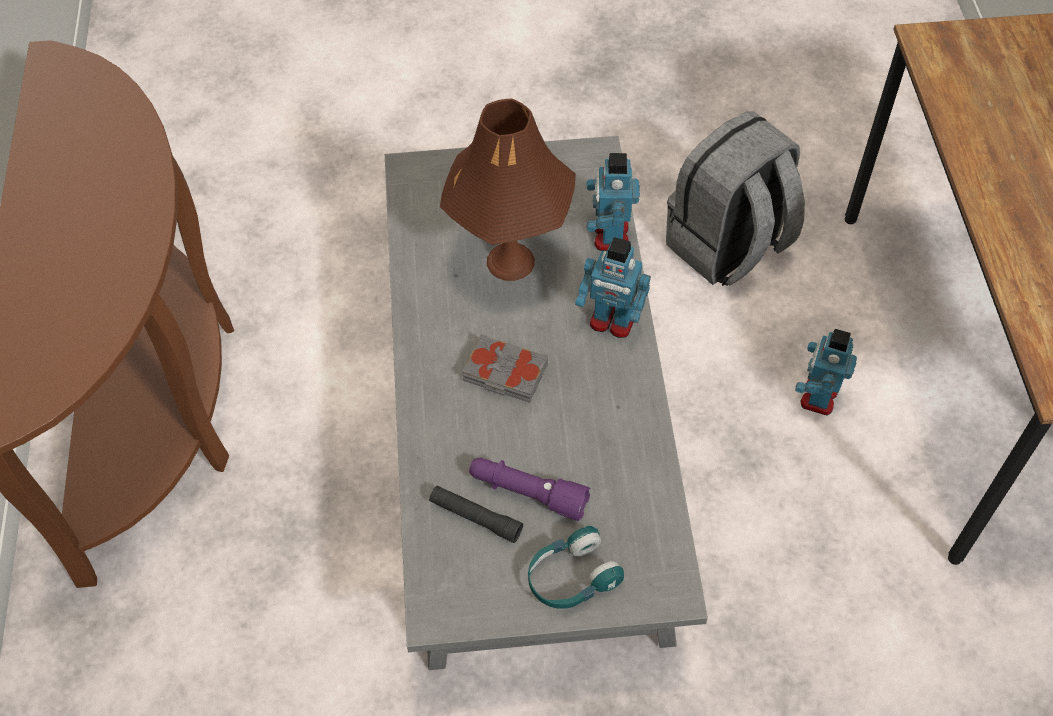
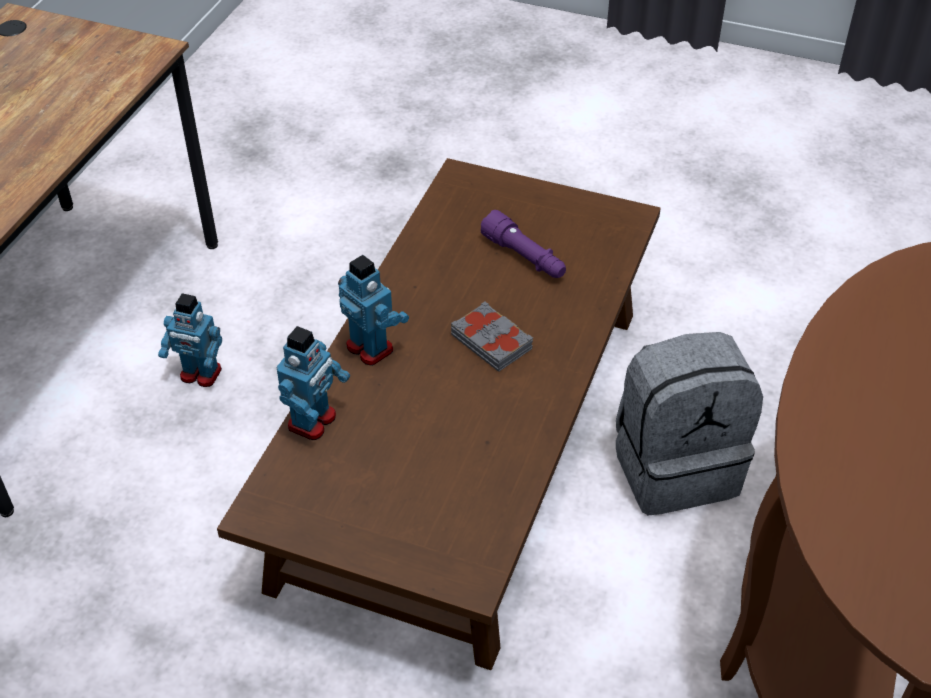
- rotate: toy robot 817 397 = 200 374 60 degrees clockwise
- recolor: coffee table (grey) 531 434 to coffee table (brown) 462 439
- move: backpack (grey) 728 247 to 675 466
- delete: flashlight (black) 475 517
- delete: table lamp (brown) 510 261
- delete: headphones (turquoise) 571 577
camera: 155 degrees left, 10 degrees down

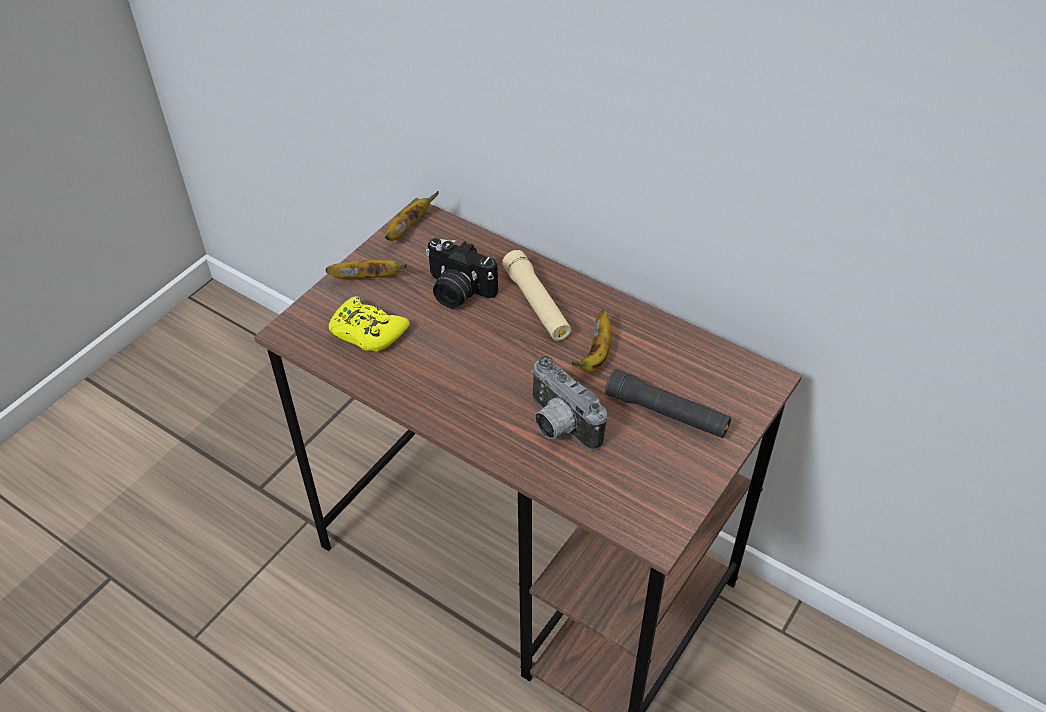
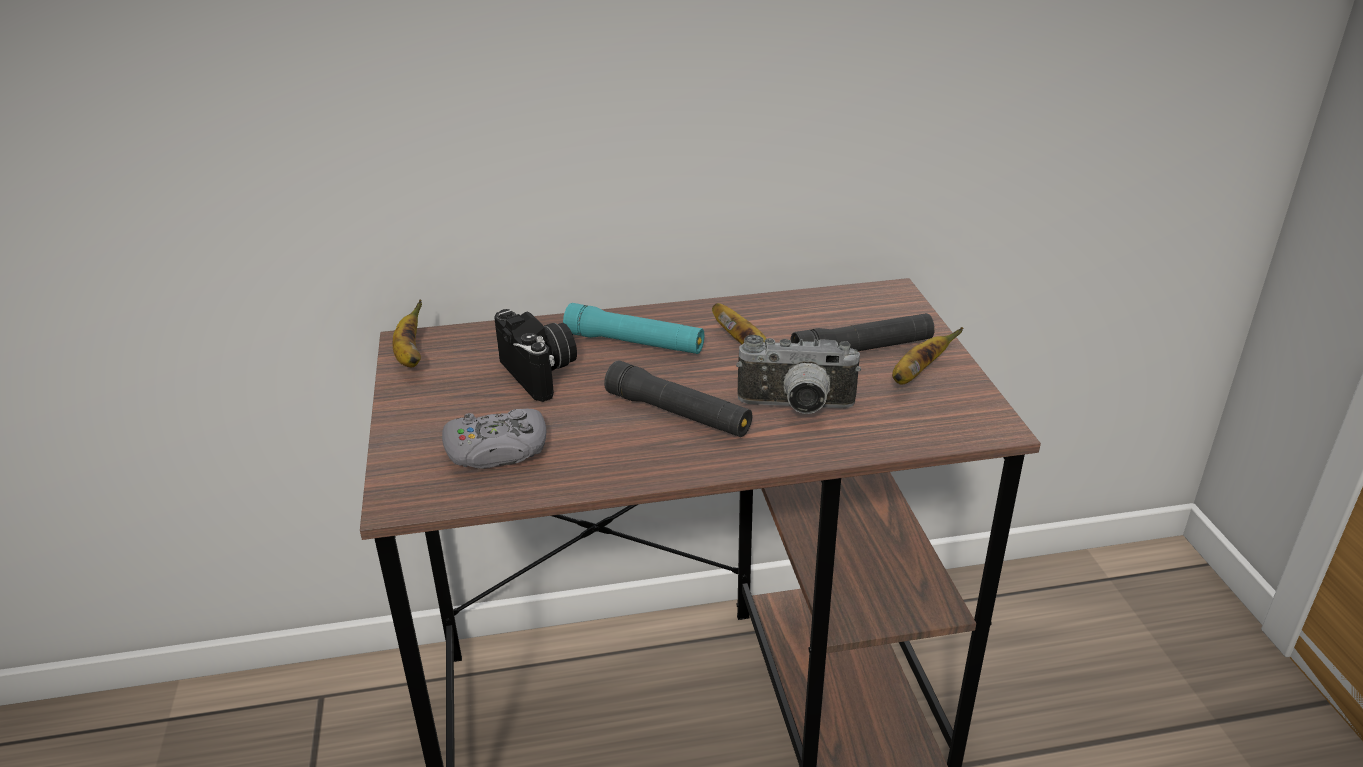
- recolor: game controller (yellow) 367 332 to game controller (grey) 497 450
- rotate: photo camera 457 291 = 542 373 105 degrees counterclockwise
- recolor: flashlight (beige) 537 304 to flashlight (turquoise) 634 343
- insert: flashlight (black) 678 413
- move: banana 368 278 to 916 374
camera: 45 degrees left, 15 degrees down

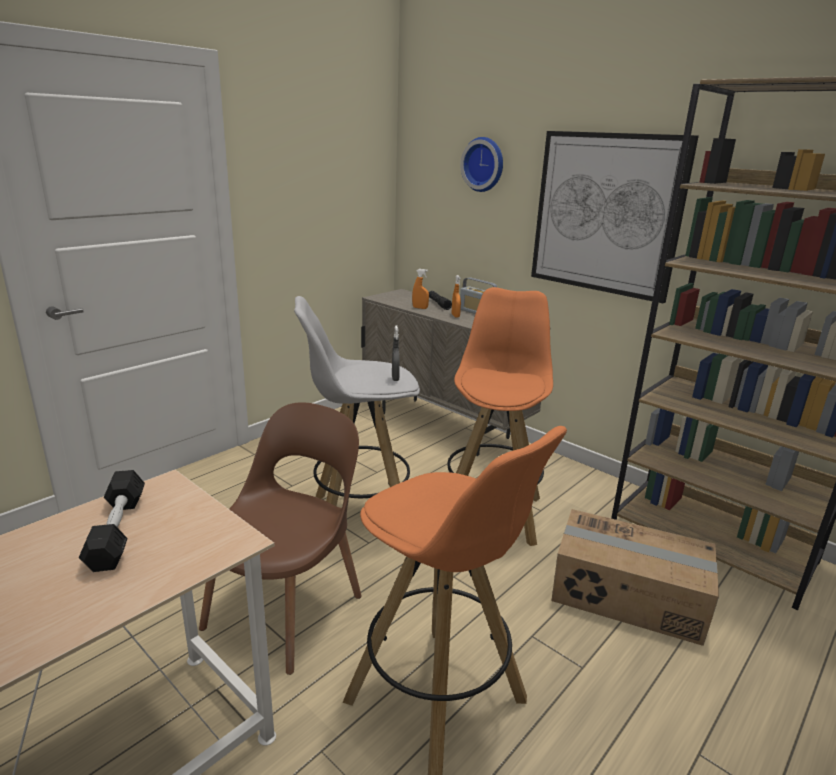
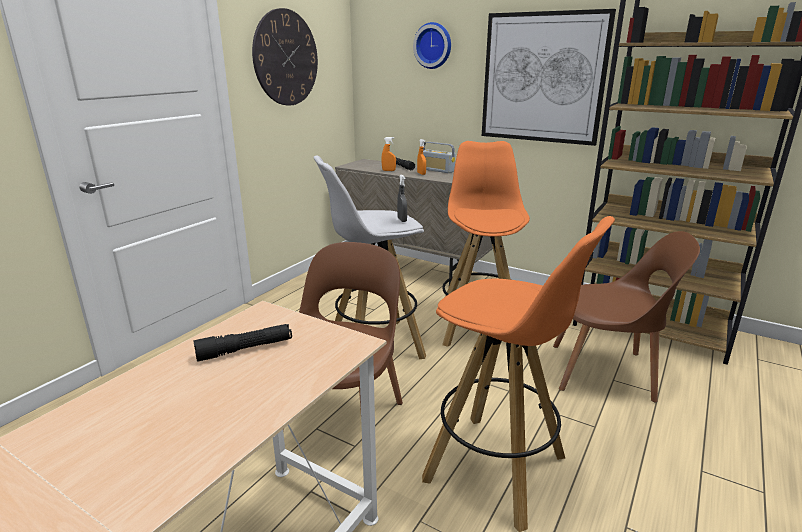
- replace: dumbbell (black) 117 531 to flashlight (black) 245 349
- insert: wall clock 286 58
- replace: cardboard box 628 596 to chair (brown) 606 372
camera: 10 degrees left, 0 degrees up

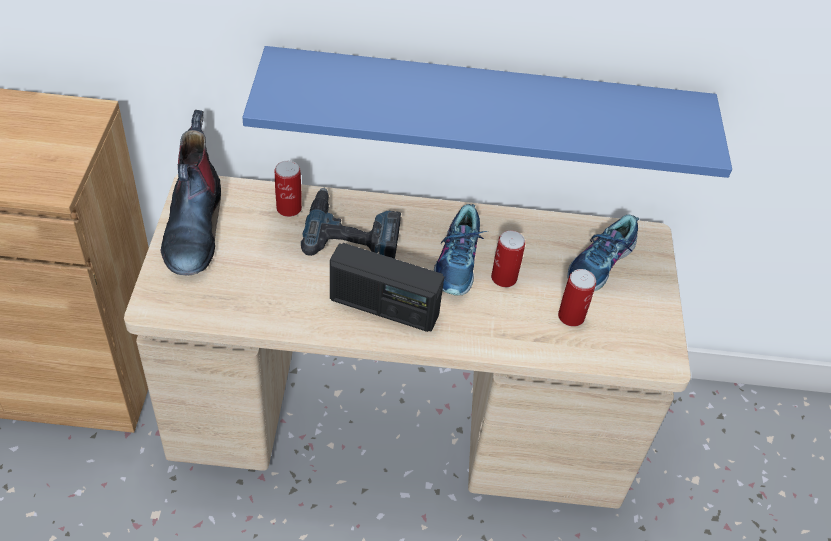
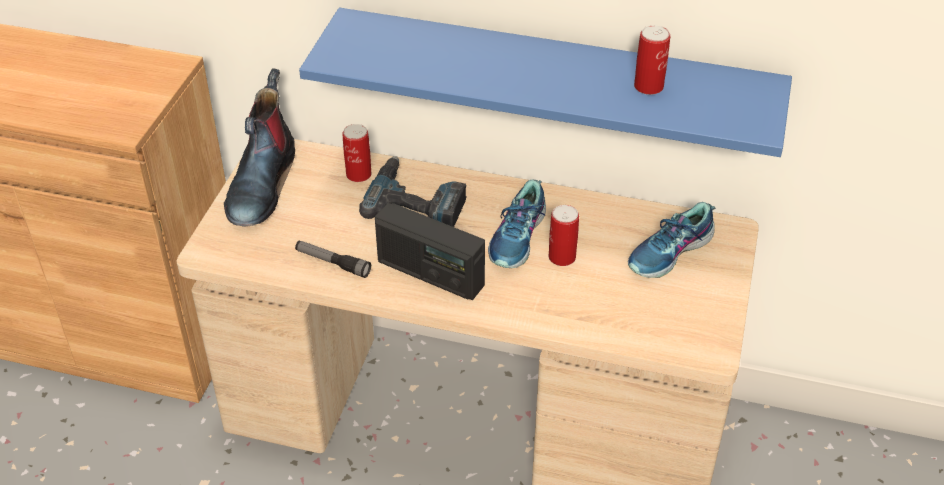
- insert: flashlight 332 263
- move: can 571 316 to 648 86
camera: 15 degrees right, 5 degrees down

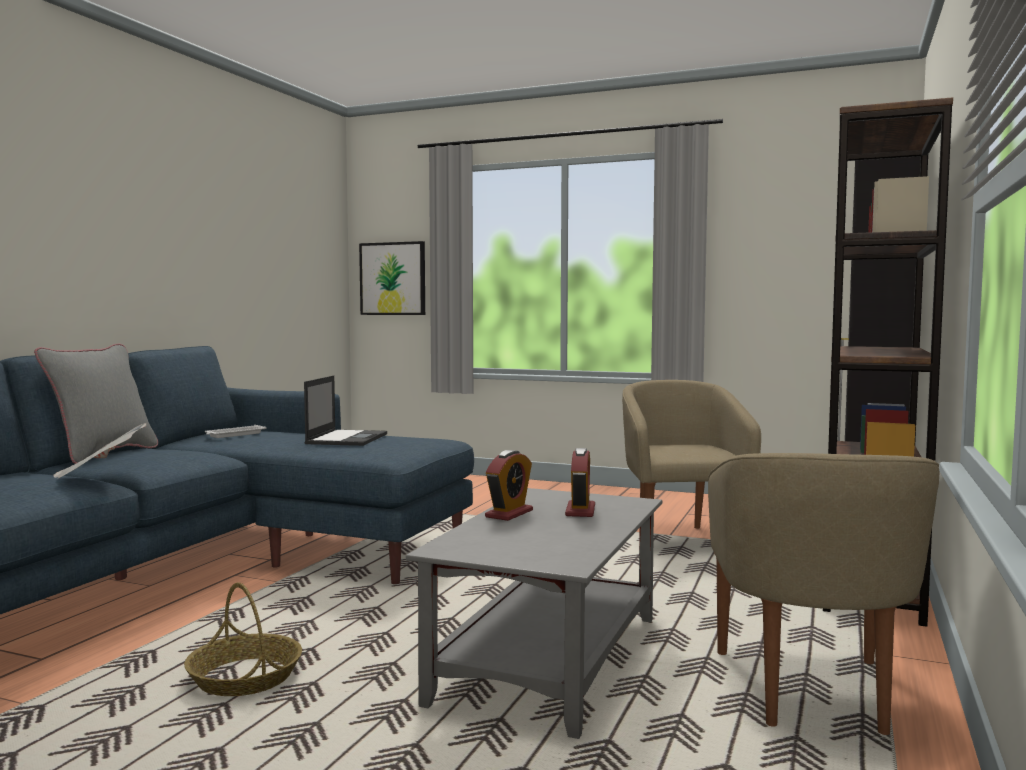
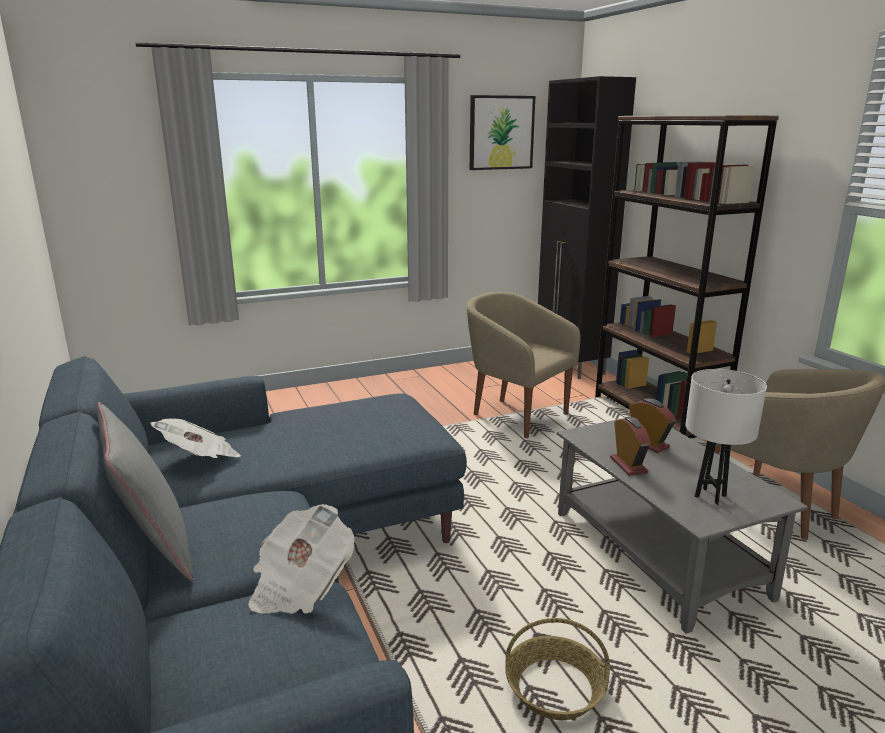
- replace: tray (white) 234 435 to newspaper 200 457
- move: picture 393 278 to 501 132
- insert: table lamp (white) 710 496
- delete: laptop 347 438
camera: 45 degrees left, 15 degrees up

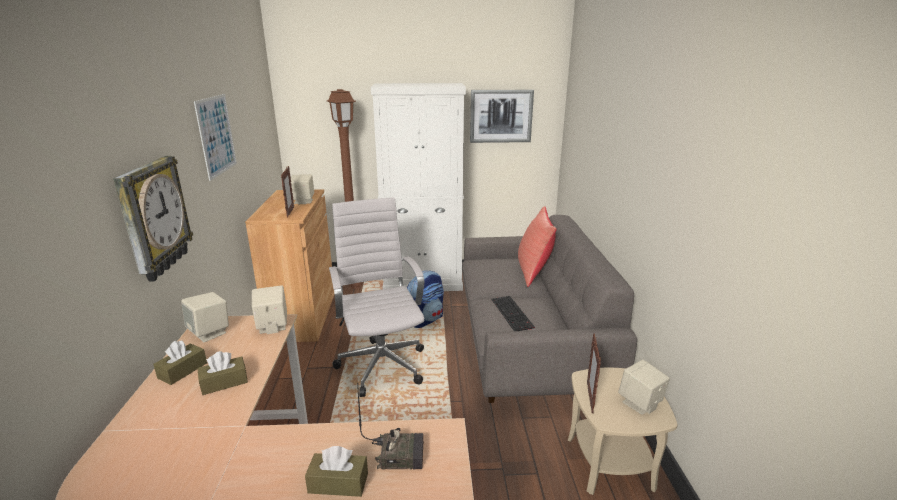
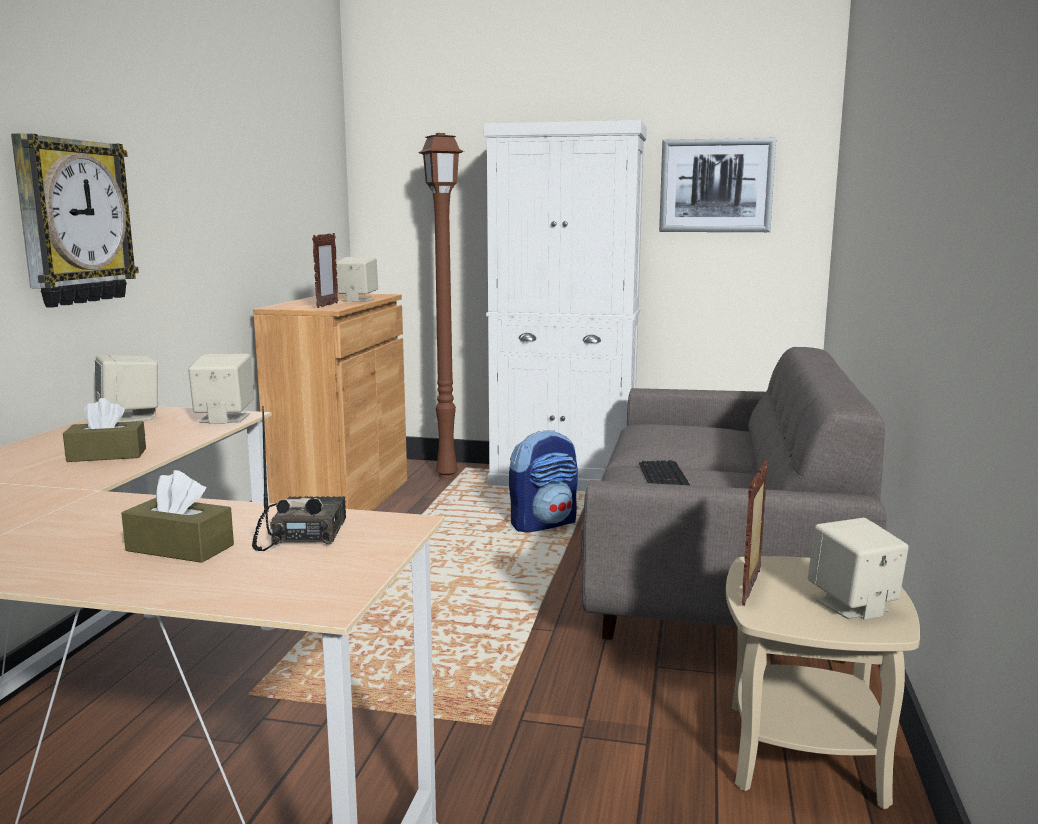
- rotate: radio 399 453 = 301 534 105 degrees counterclockwise
- delete: tissue box (brown) 182 370
- delete: picture 216 135
- delete: office chair (white) 381 363
- delete: pillow (red) 533 271
camera: 15 degrees right, 10 degrees down

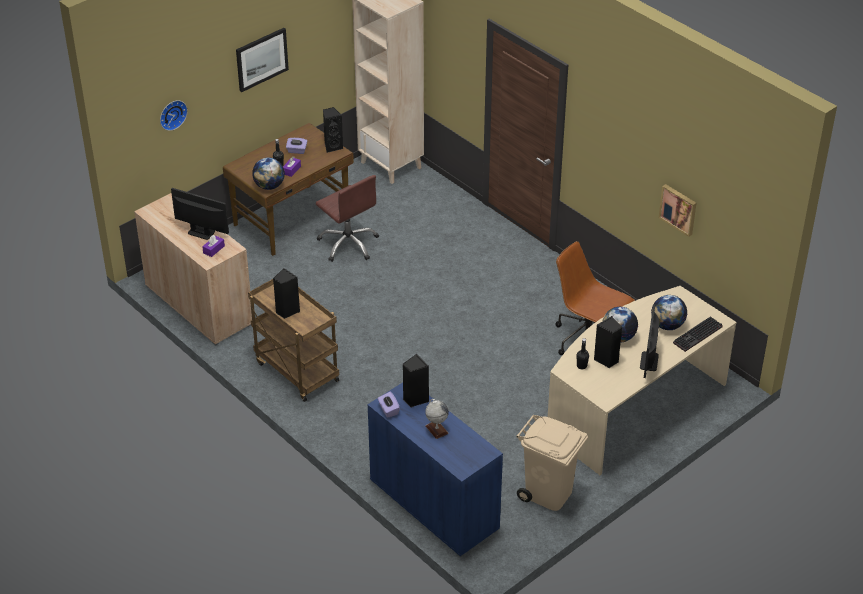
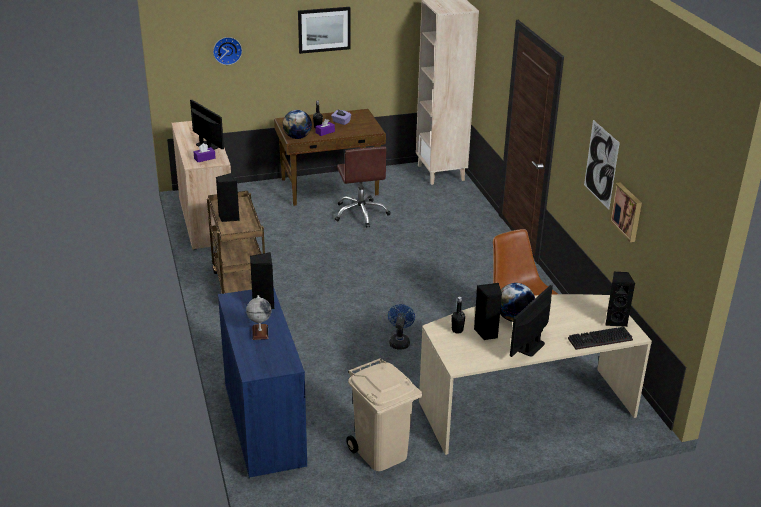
- insert: fan (blue) 399 341
- insert: picture 601 164
- move: speaker (black) 332 146 to 615 320
- delete: tissue box (purple) 388 410
- delete: globe 667 325
camera: 25 degrees right, 10 degrees down

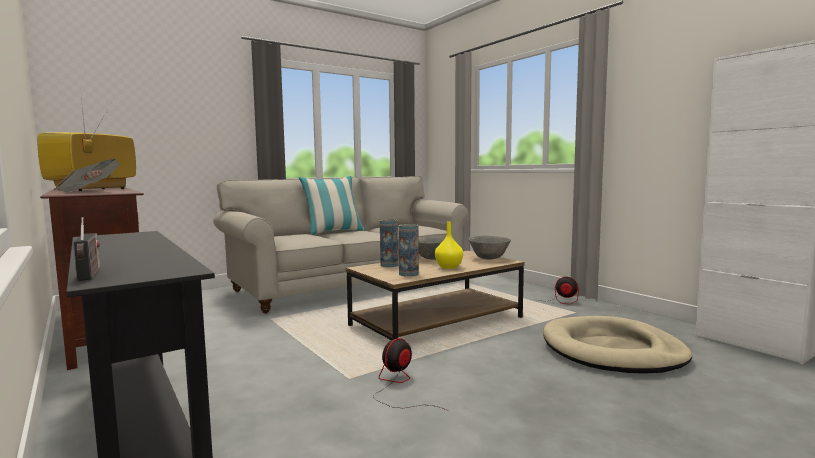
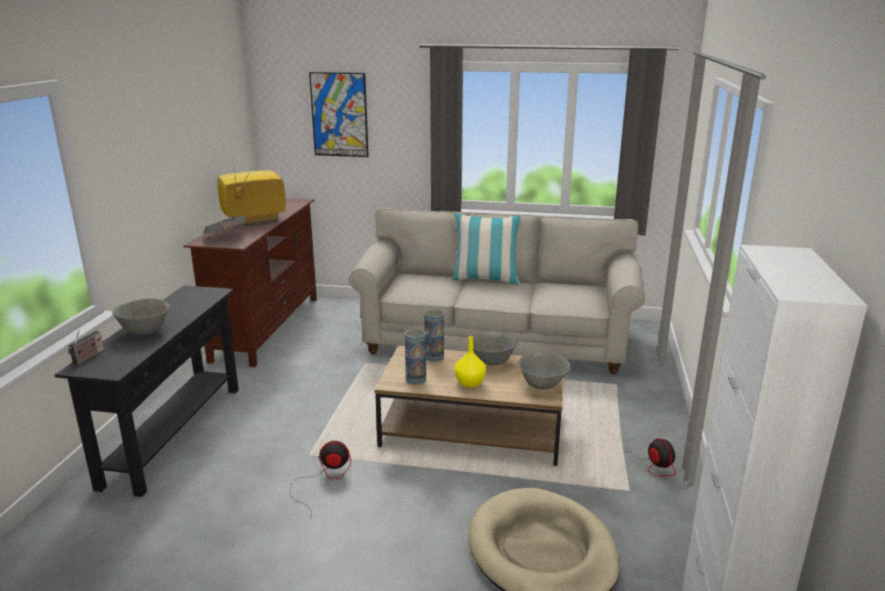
- insert: bowl (grey) 144 331
- insert: picture 339 115
camera: 45 degrees right, 15 degrees up

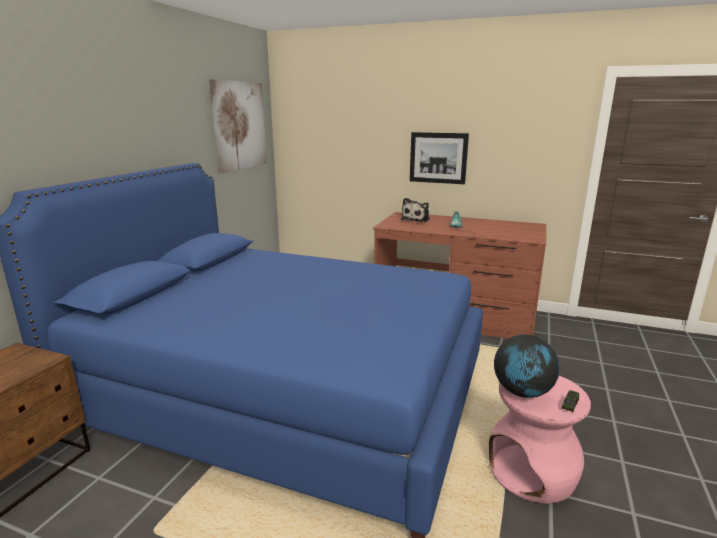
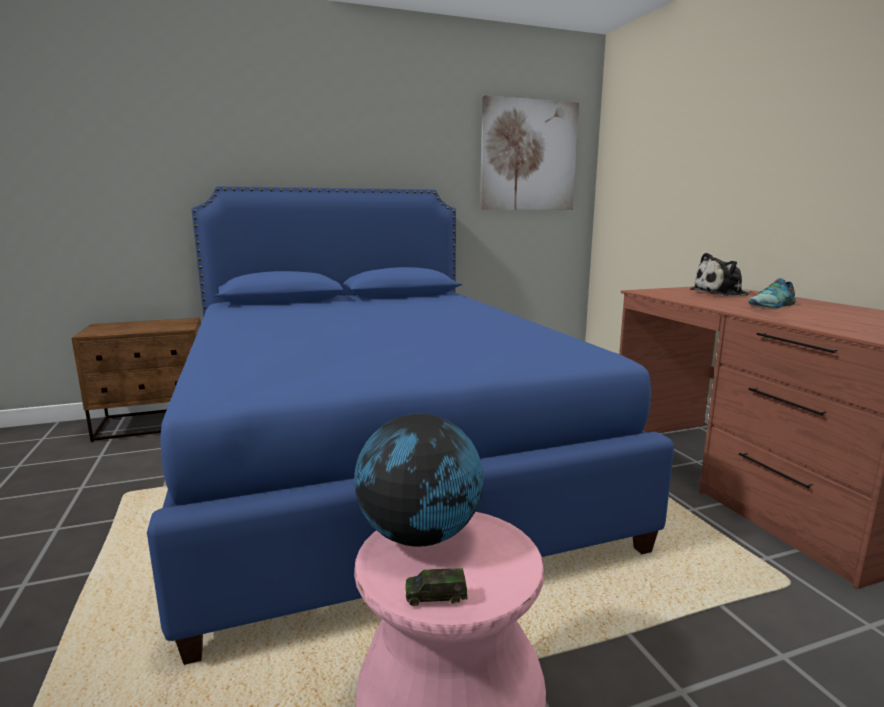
- delete: picture 438 158
camera: 50 degrees right, 5 degrees down

